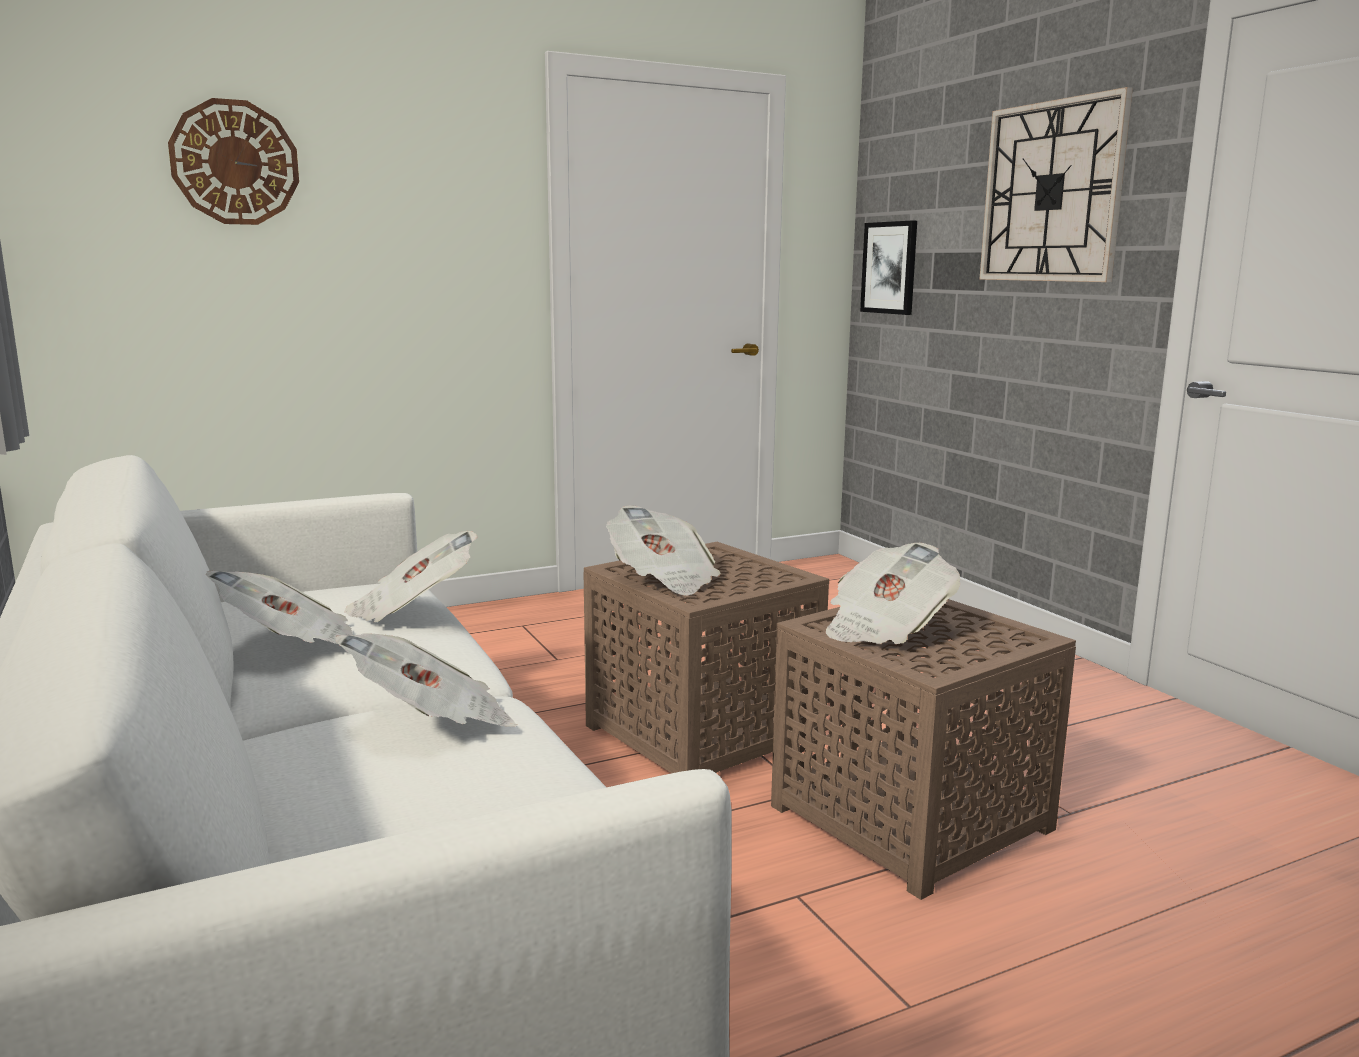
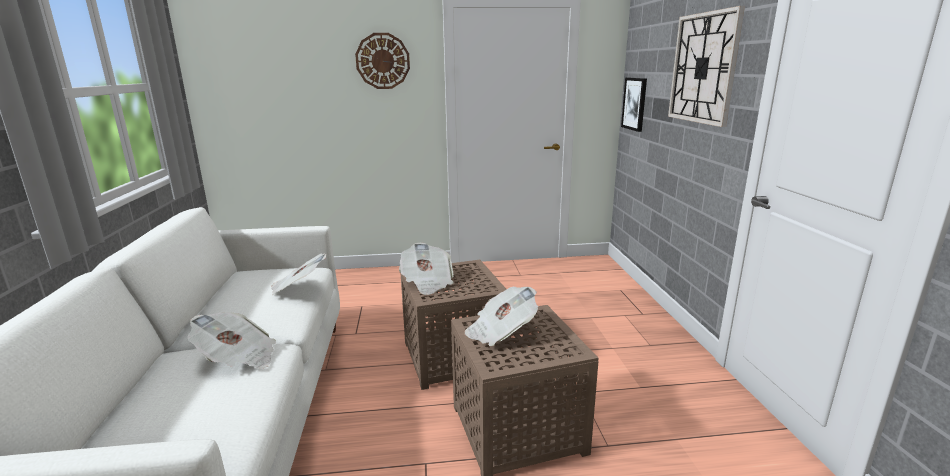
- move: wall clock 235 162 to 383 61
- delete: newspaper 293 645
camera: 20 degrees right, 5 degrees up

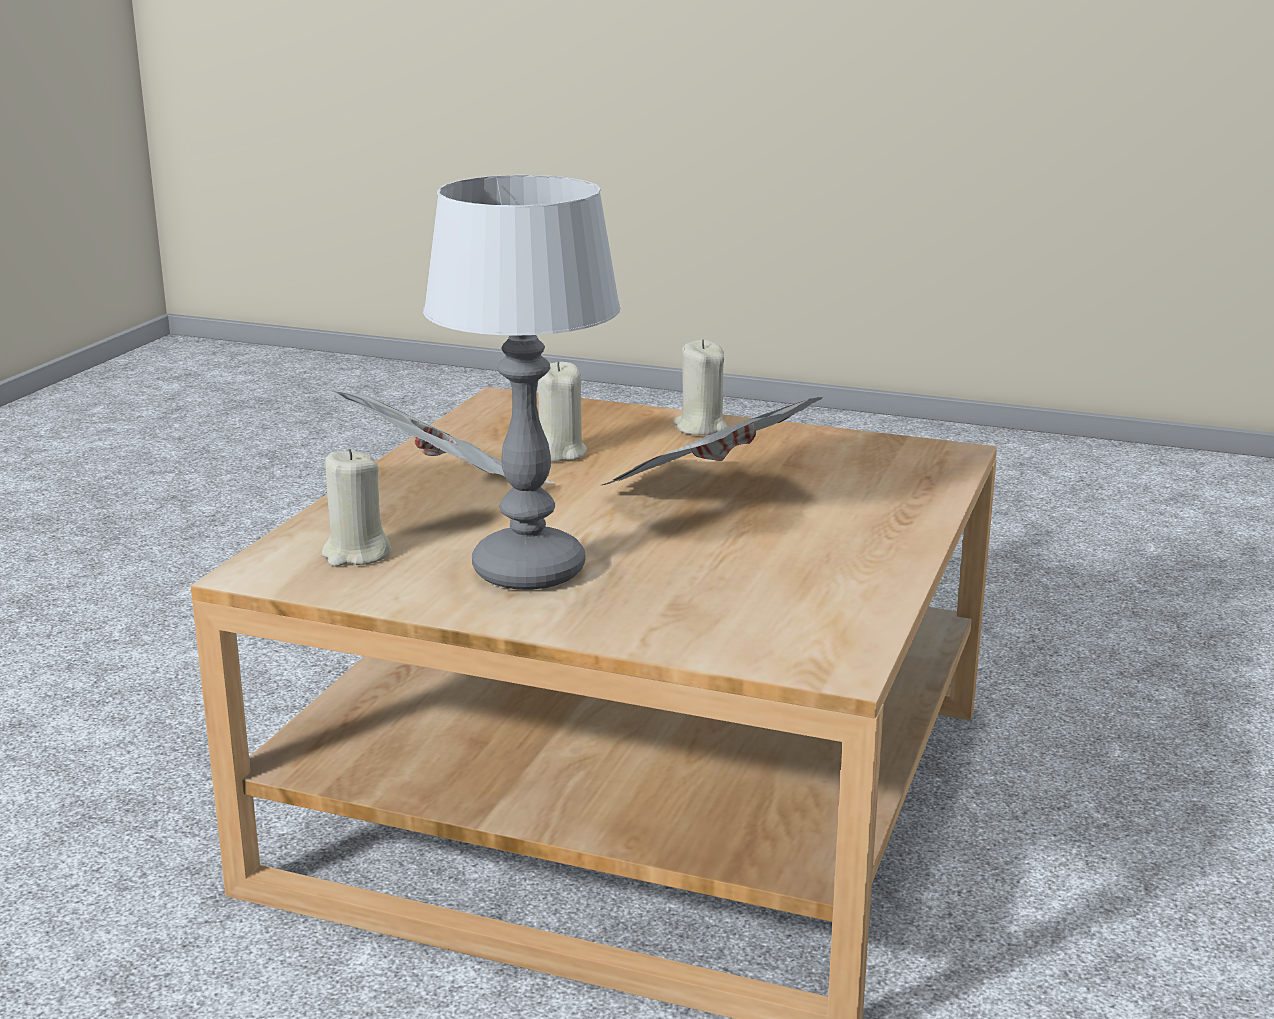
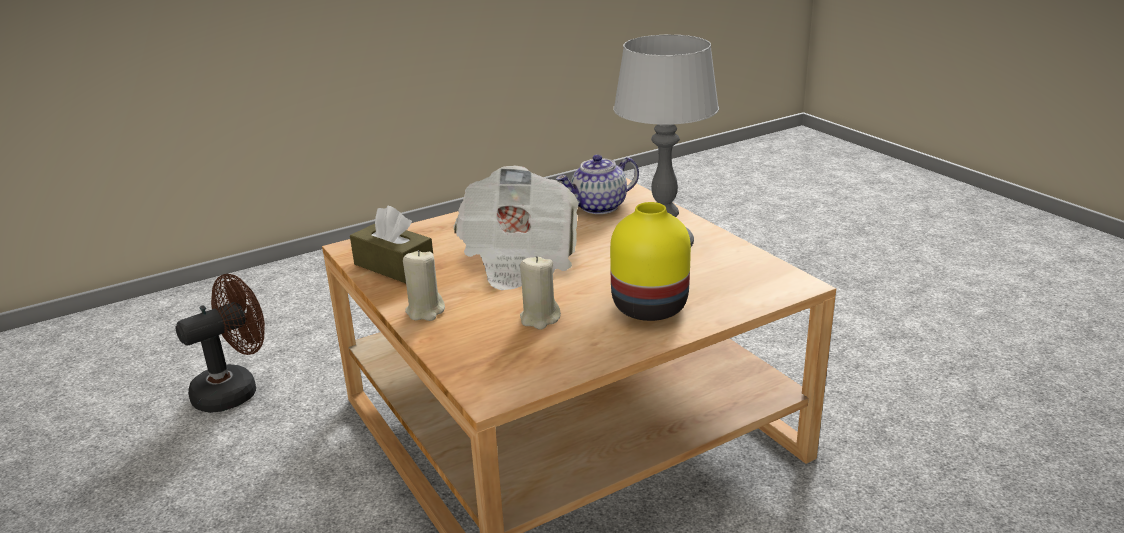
- insert: fan (brown) 235 390
- insert: tissue box (brown) 394 266
- insert: teapot 599 207
- replace: newspaper 444 493 to vase (yellow) 647 307
- delete: candle (beige) 356 554
camera: 140 degrees left, 5 degrees up

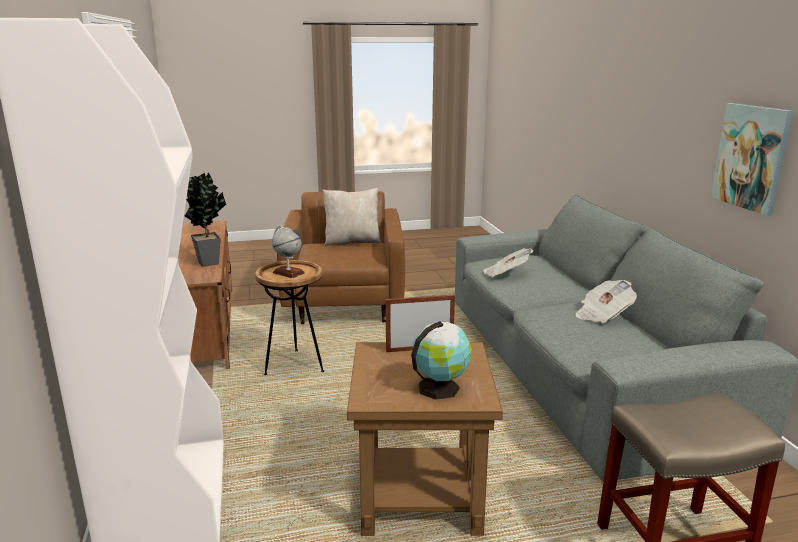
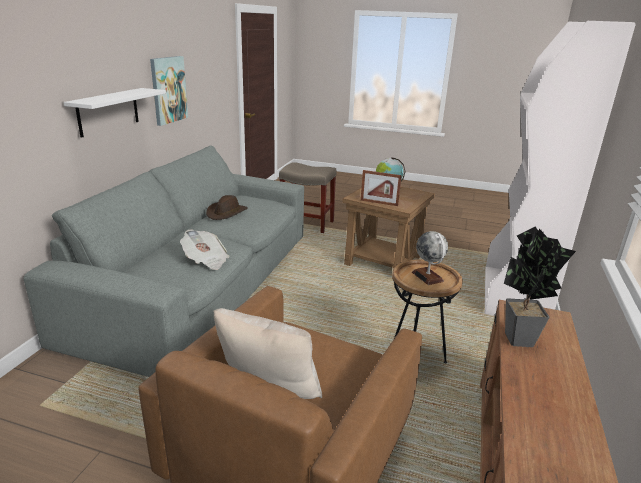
- insert: shelf (white) 108 111
- replace: newspaper 602 315 to hat (brown) 226 213
camera: 150 degrees left, 5 degrees up

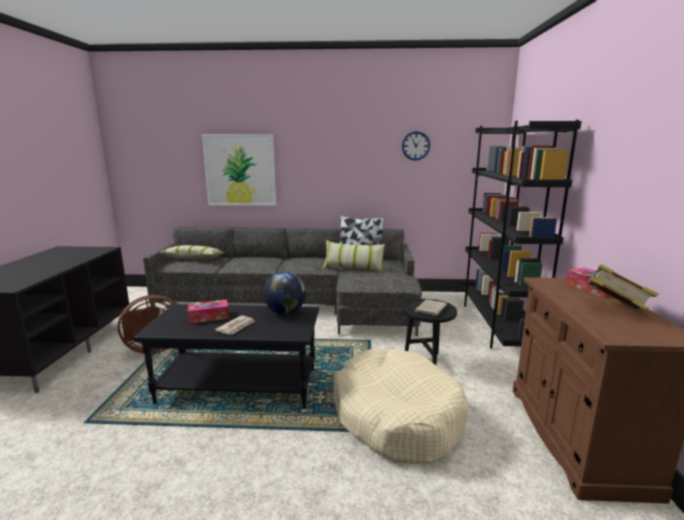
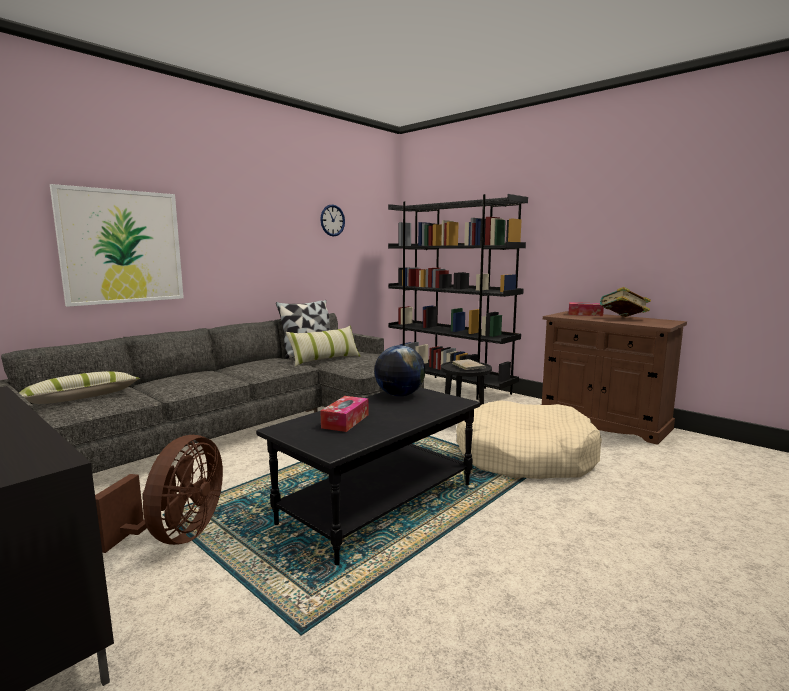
- delete: newspaper 236 327
camera: 50 degrees left, 5 degrees down

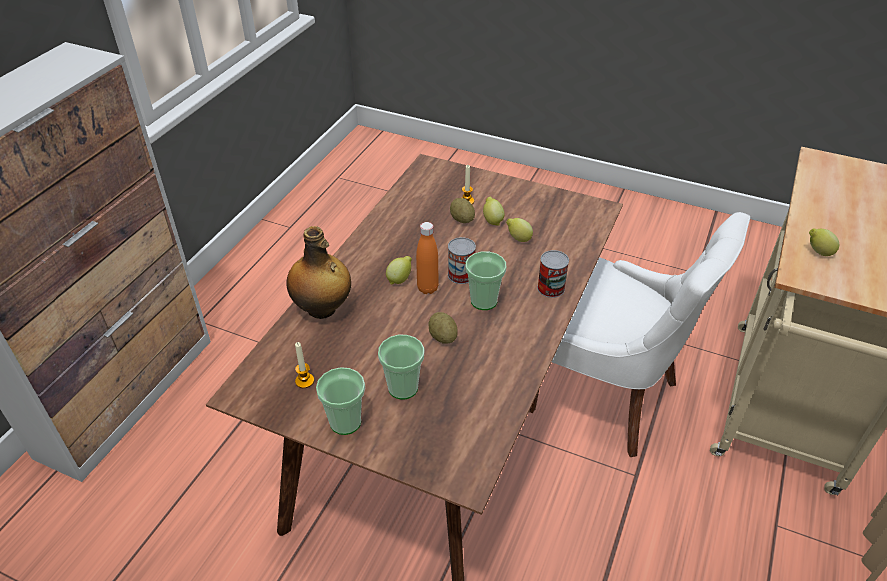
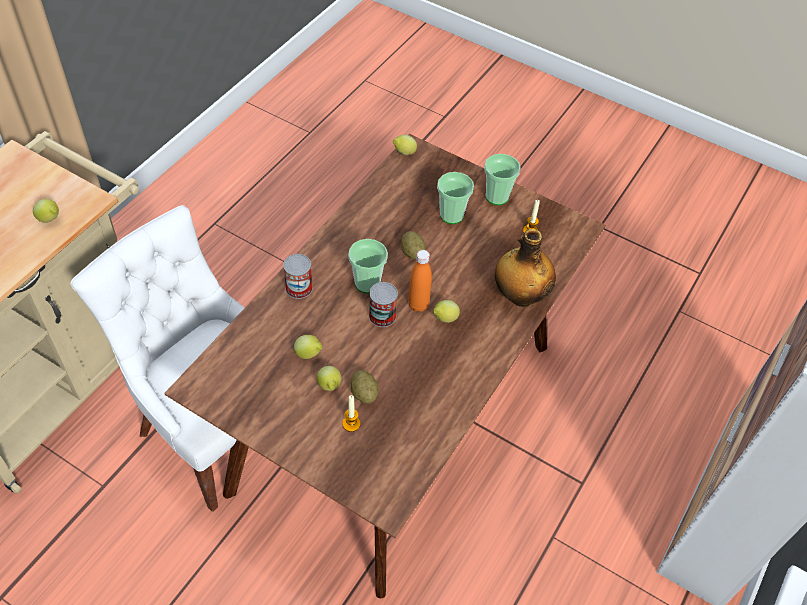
- insert: lemon 404 153
camera: 175 degrees left, 10 degrees up

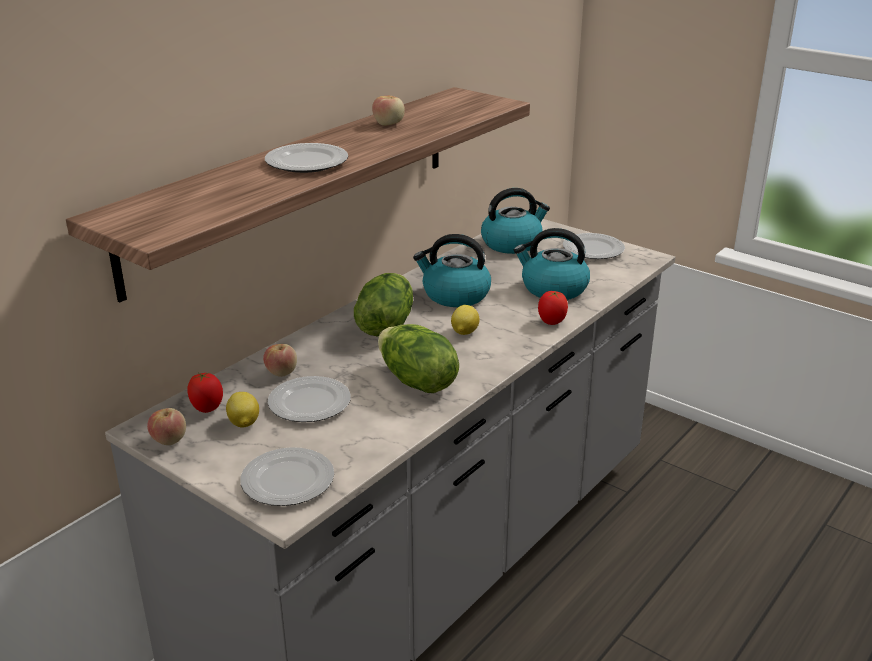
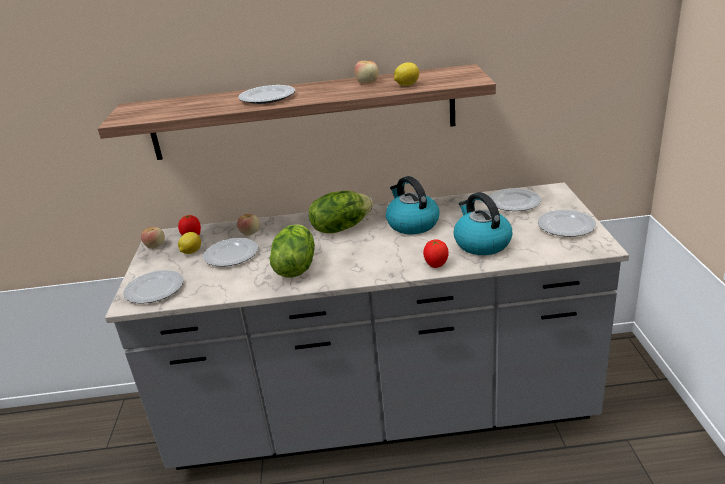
- move: lemon 464 332 to 406 85
- replace: kettle 512 243 to plate 514 202
camera: 50 degrees right, 0 degrees up

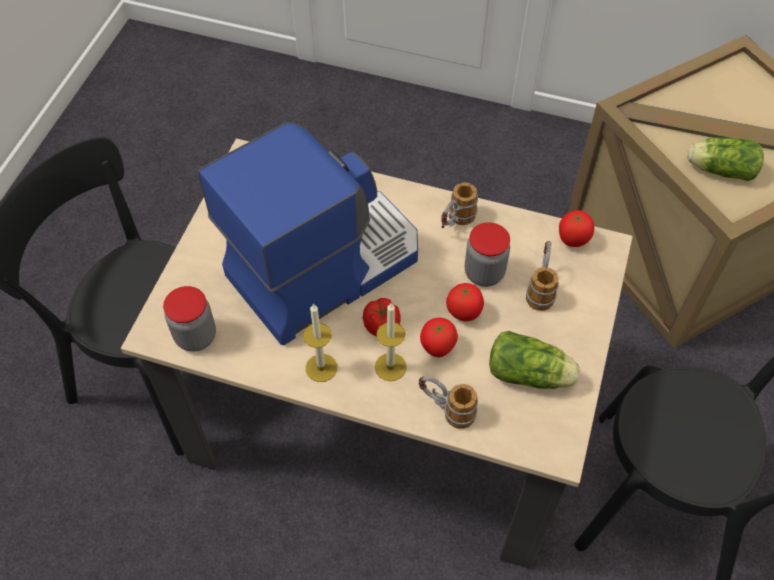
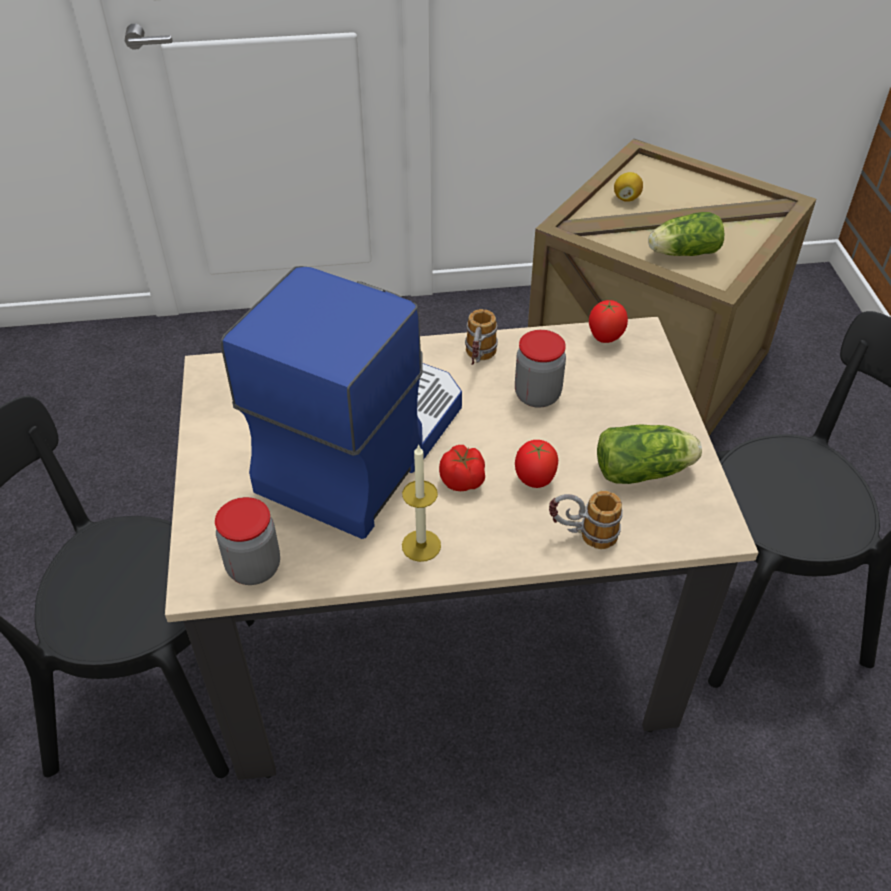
- insert: lemon 626 198
- delete: candle 390 367
- delete: tomato 463 313
- delete: mug 540 288
camera: 25 degrees left, 10 degrees down

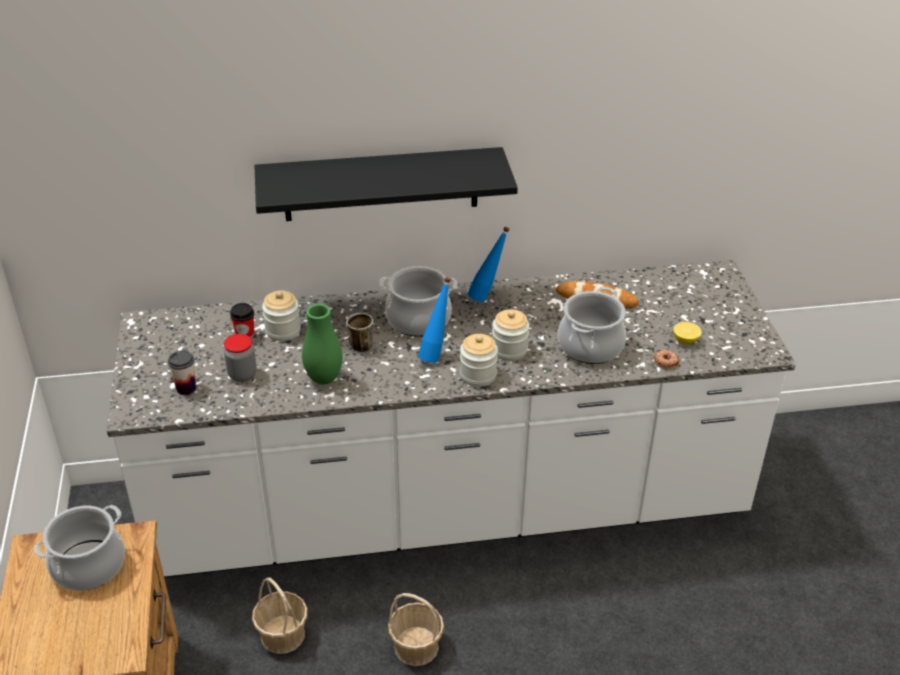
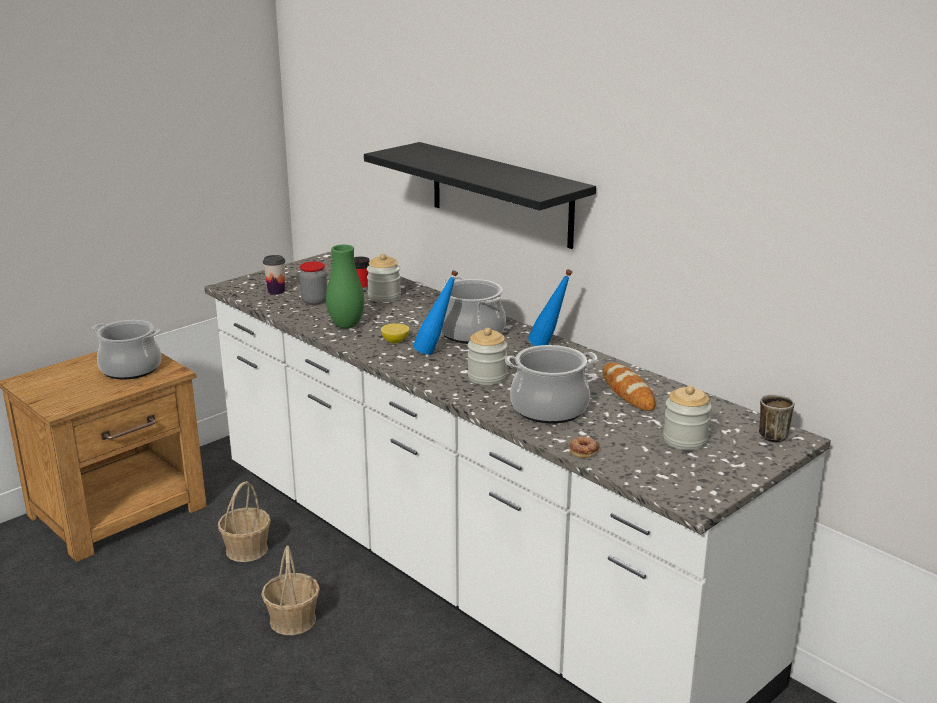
- move: lemon 685 340 to 395 341
- move: jar 478 375 to 685 440
- move: mug 358 344 to 772 434
camera: 55 degrees right, 15 degrees down

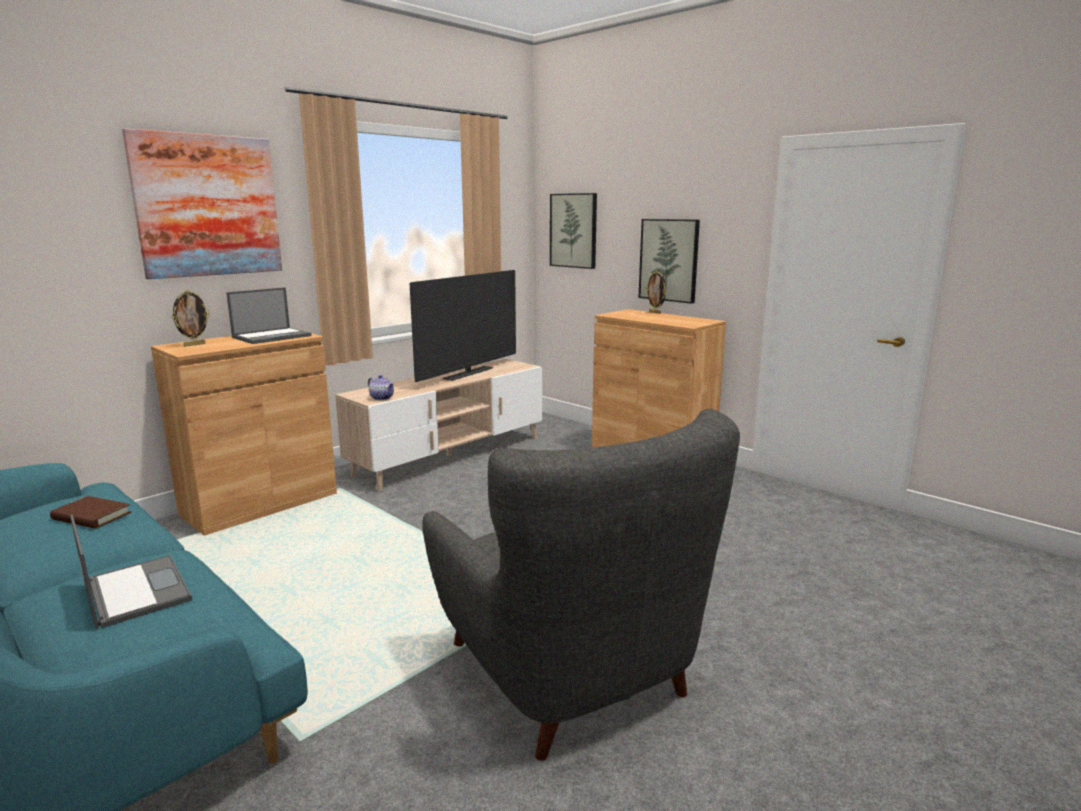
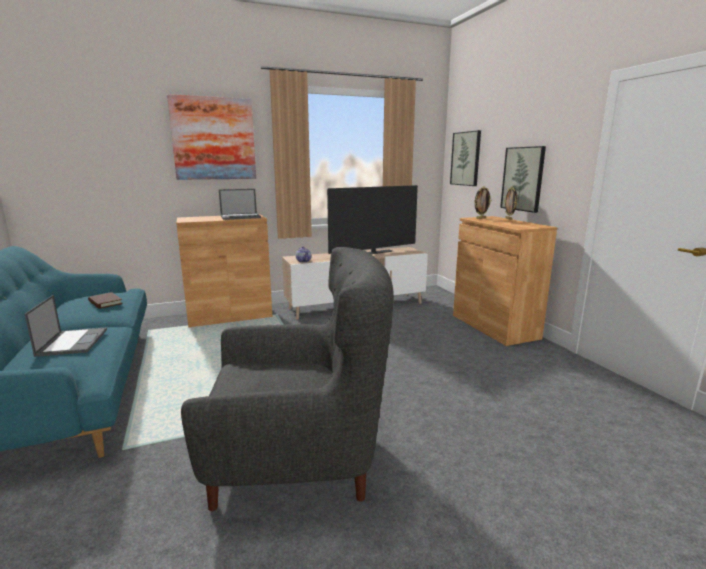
- rotate: armchair (grey) 569 674 = 299 459 90 degrees counterclockwise
- move: picture frame 194 344 to 480 218
camera: 25 degrees right, 0 degrees up

